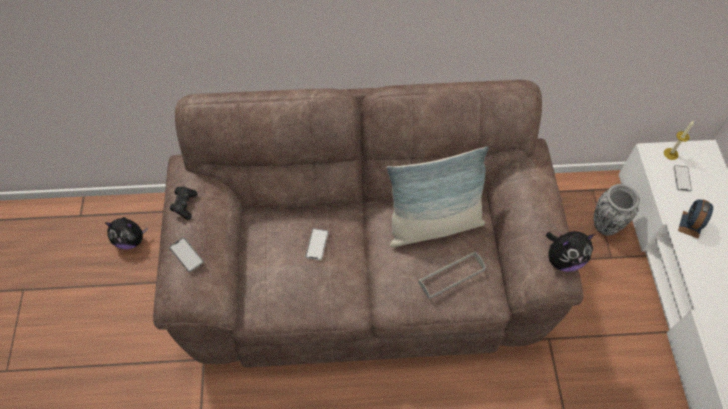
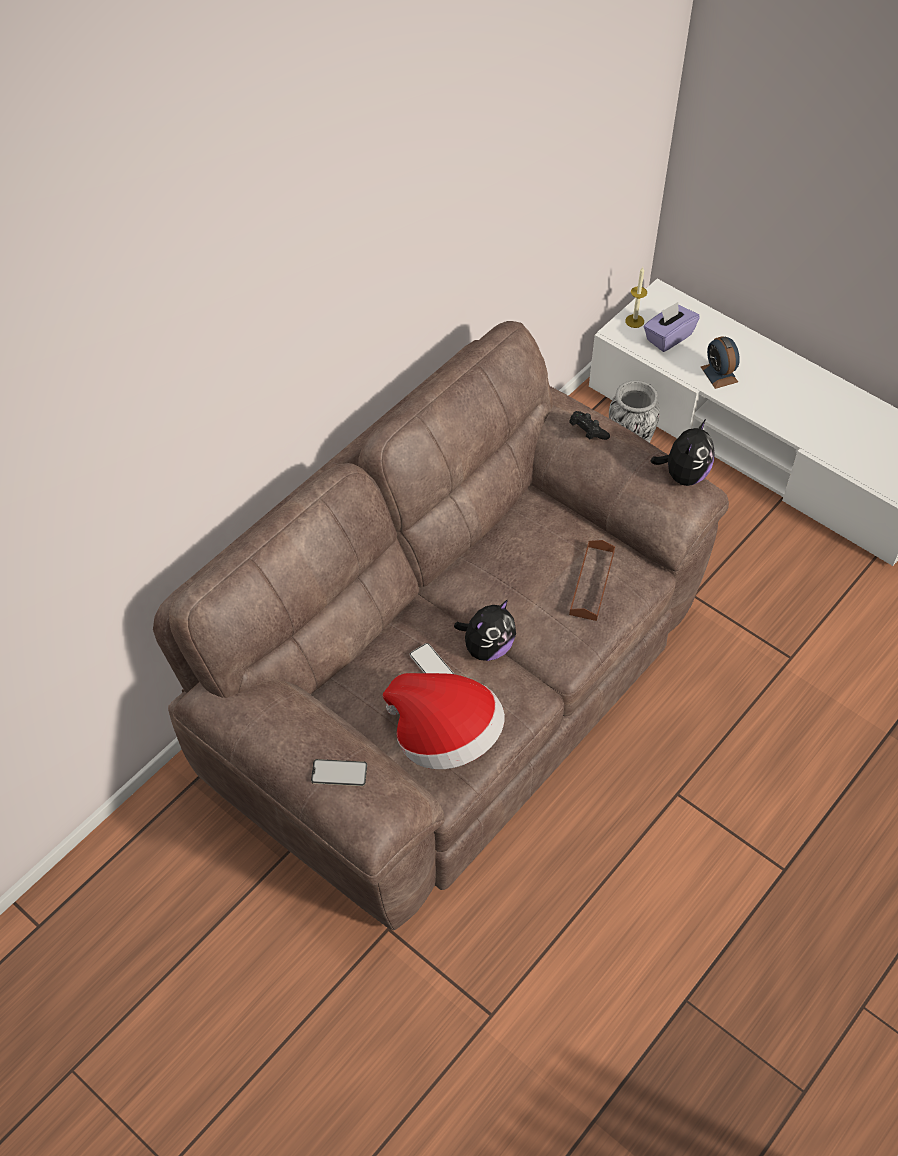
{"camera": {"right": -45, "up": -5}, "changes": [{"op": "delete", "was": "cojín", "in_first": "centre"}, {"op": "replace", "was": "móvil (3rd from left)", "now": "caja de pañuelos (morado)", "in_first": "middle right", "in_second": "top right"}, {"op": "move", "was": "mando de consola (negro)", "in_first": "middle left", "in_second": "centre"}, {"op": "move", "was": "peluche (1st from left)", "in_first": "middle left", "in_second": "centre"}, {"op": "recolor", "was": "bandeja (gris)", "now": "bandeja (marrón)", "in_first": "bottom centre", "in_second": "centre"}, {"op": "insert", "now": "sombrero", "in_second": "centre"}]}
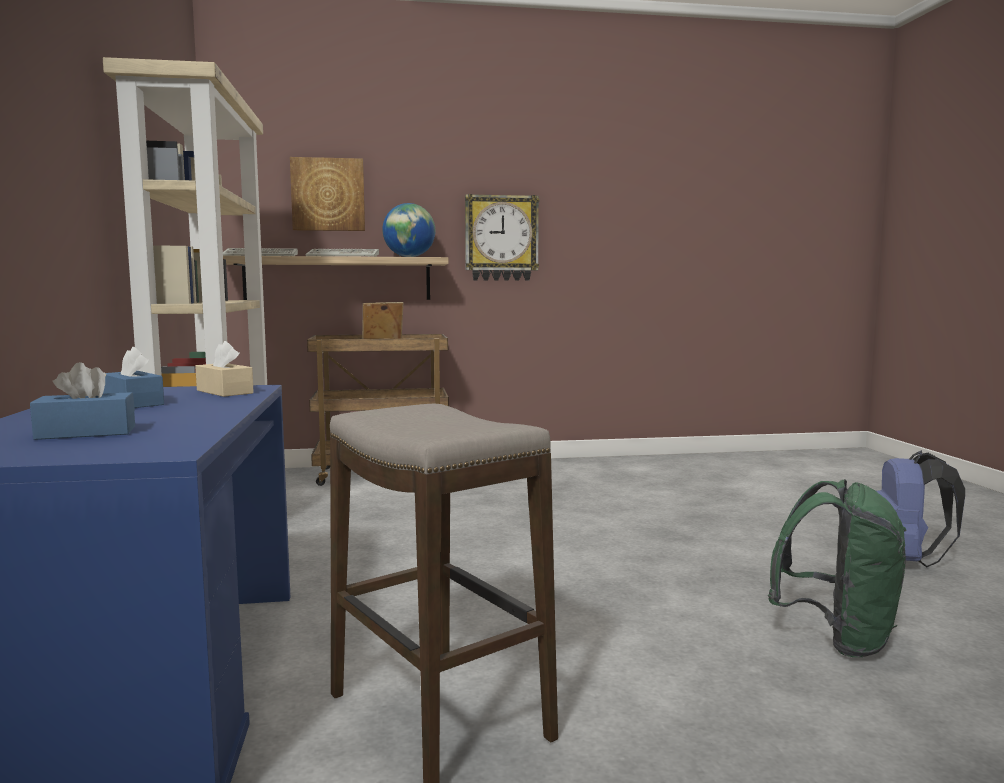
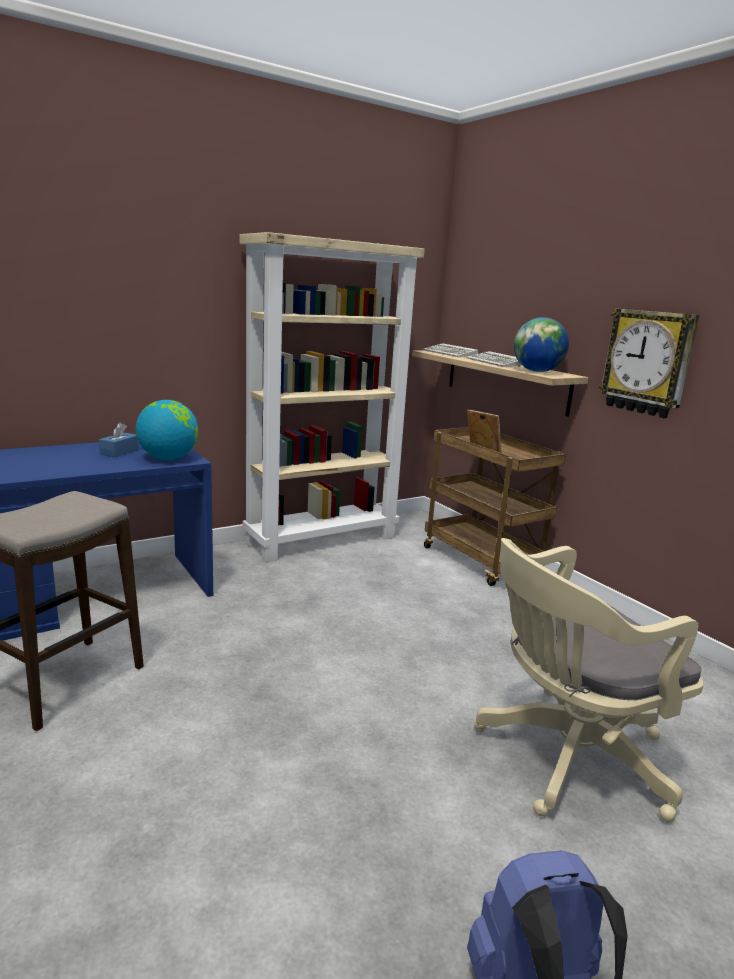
{"camera": {"right": 65, "up": 10}, "changes": [{"op": "delete", "was": "cuadro", "in_first": "top left"}, {"op": "replace", "was": "caja de pañuelos (beis)", "now": "globo terráqueo (1st from left)", "in_first": "middle left", "in_second": "middle left"}, {"op": "delete", "was": "caja de pañuelos (azul) (1st from left)", "in_first": "middle left"}, {"op": "delete", "was": "mochila (verde)", "in_first": "bottom right"}, {"op": "insert", "now": "silla de oficina (beis)", "in_second": "bottom right"}]}
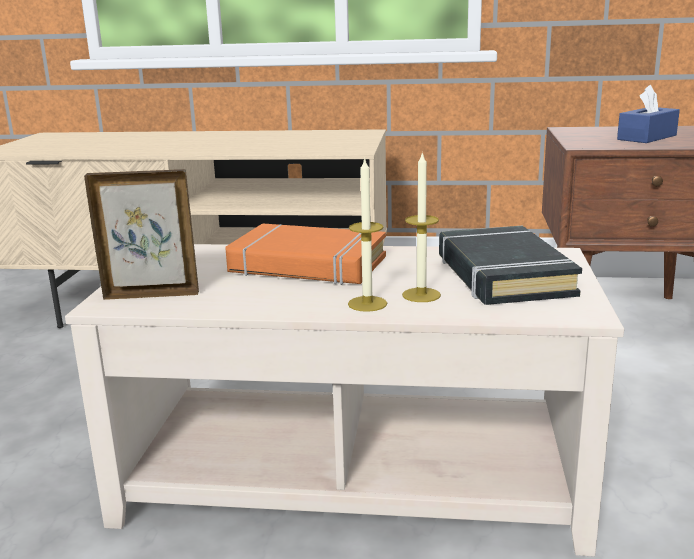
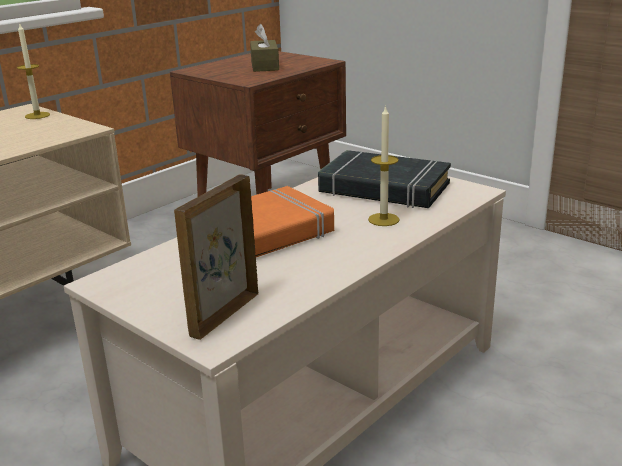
{"camera": {"right": -55, "up": 5}, "changes": [{"op": "recolor", "was": "caja de pañuelos (azul)", "now": "caja de pañuelos (marrón)", "in_first": "top right", "in_second": "top centre"}, {"op": "move", "was": "vela (1st from left)", "in_first": "centre", "in_second": "top left"}]}
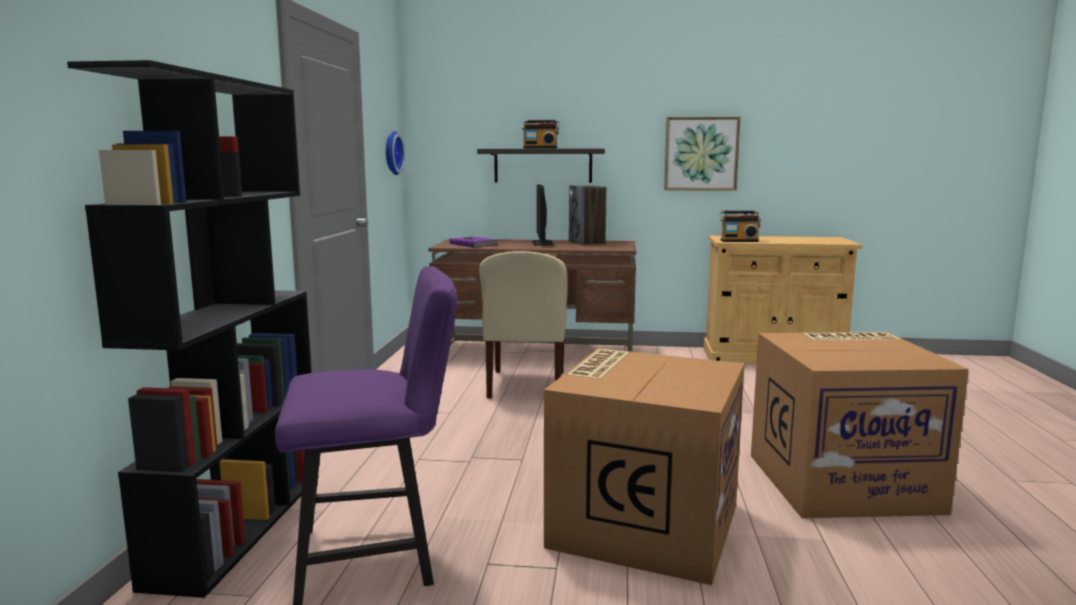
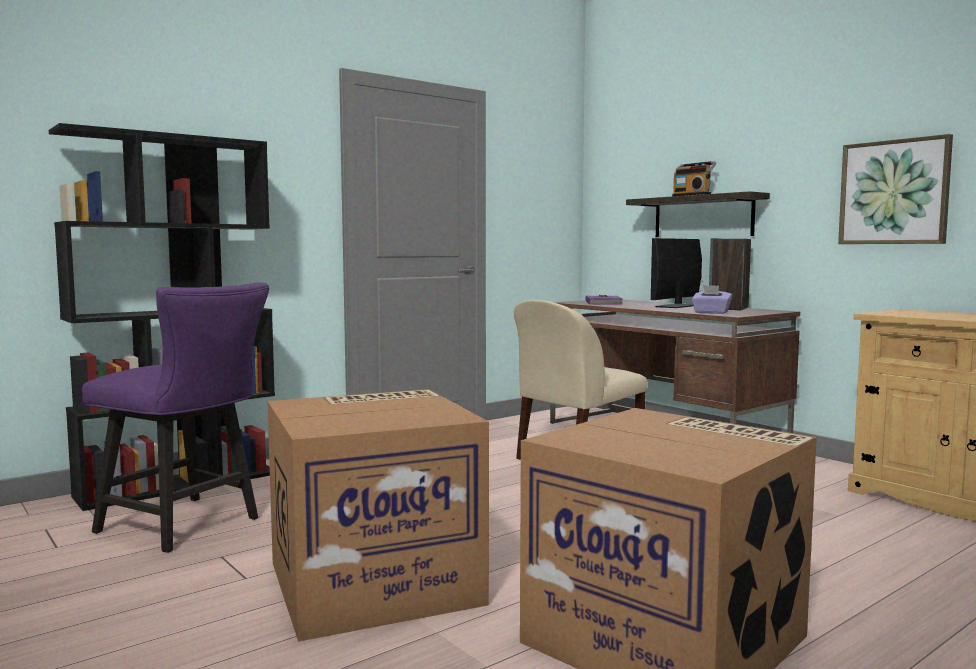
{"camera": {"right": 45, "up": -5}, "changes": [{"op": "delete", "was": "reloj de pared", "in_first": "top centre"}, {"op": "delete", "was": "radio (2nd from left)", "in_first": "middle right"}, {"op": "insert", "now": "caja de pañuelos (morado)", "in_second": "middle right"}]}
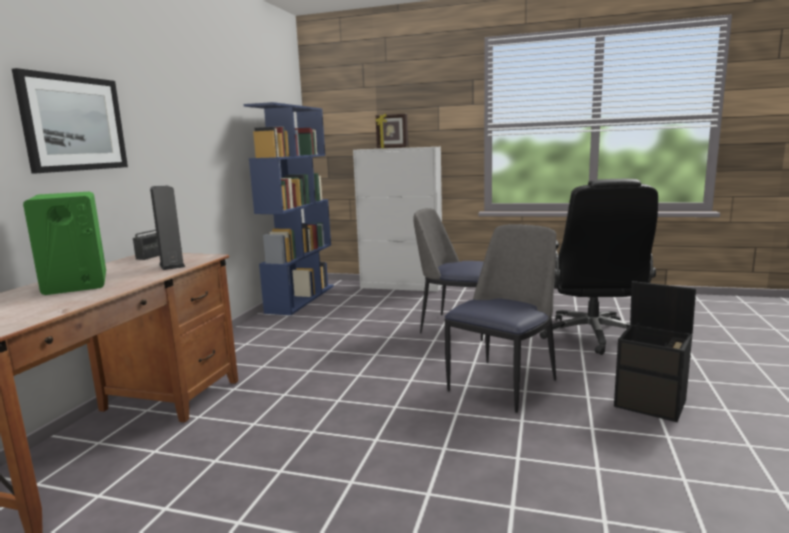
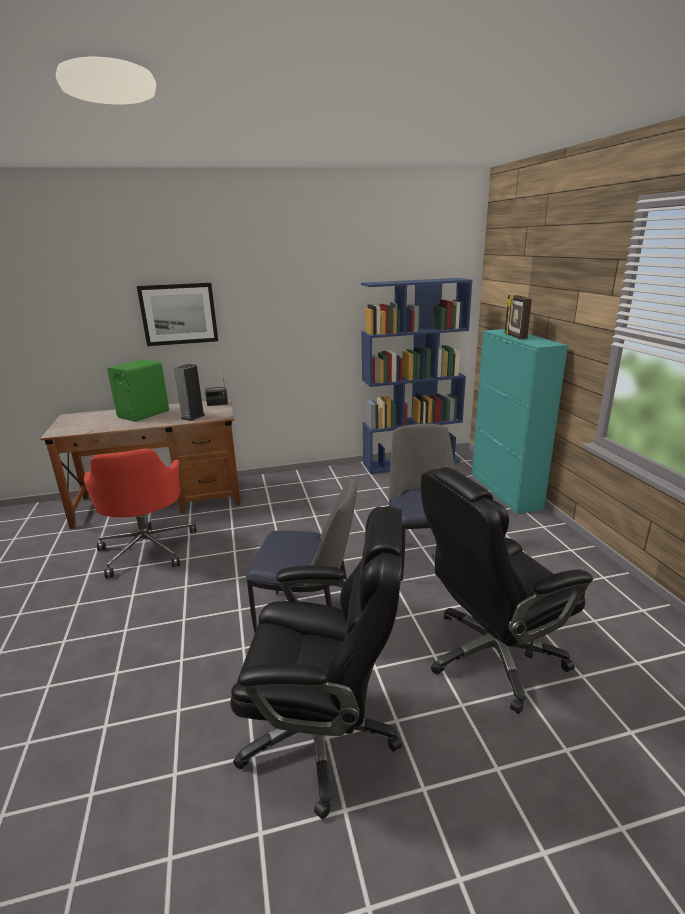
{"camera": {"right": 60, "up": 10}, "changes": [{"op": "recolor", "was": "armario (blanco)", "now": "armario (turquesa)", "in_first": "centre", "in_second": "middle right"}, {"op": "replace", "was": "caja de almacenaje (negro)", "now": "silla de oficina (negro) (1st from left)", "in_first": "middle right", "in_second": "bottom centre"}, {"op": "insert", "now": "silla de oficina (rojo)", "in_second": "middle left"}]}
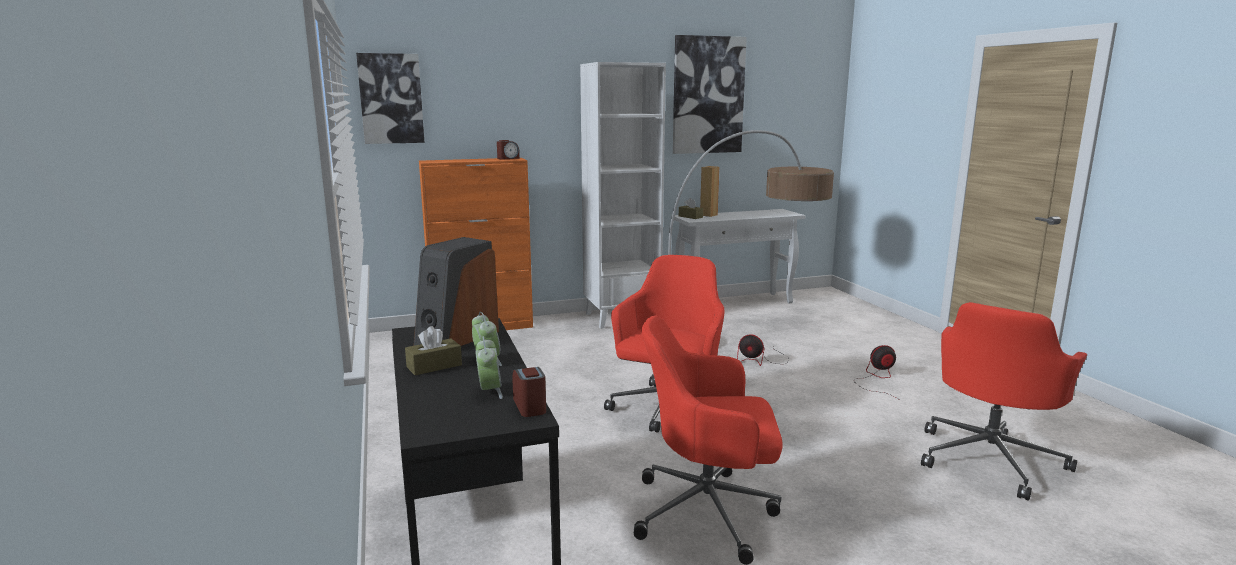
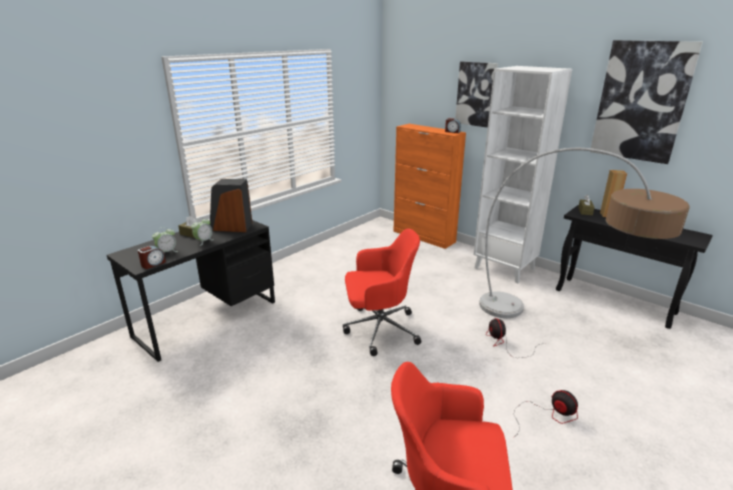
{"camera": {"right": 60, "up": 10}, "changes": [{"op": "move", "was": "cuadro (1st from left)", "in_first": "top left", "in_second": "top centre"}, {"op": "recolor", "was": "mesa consola (blanco)", "now": "mesa consola (negro)", "in_first": "centre", "in_second": "middle right"}, {"op": "delete", "was": "silla de oficina (rojo) (2nd from left)", "in_first": "bottom centre"}]}
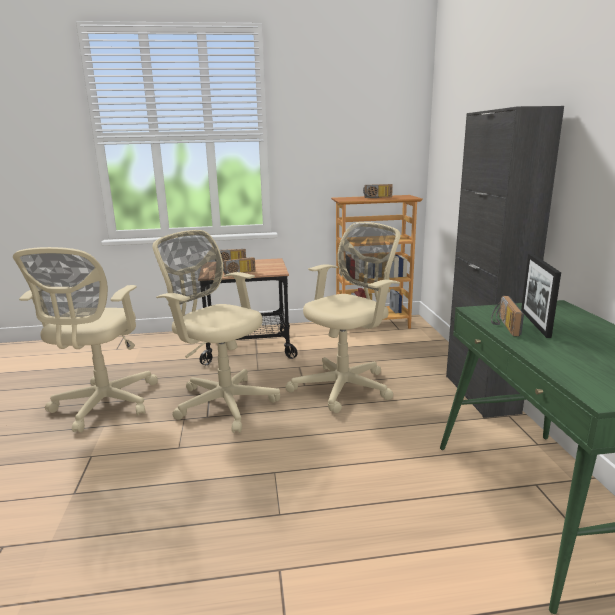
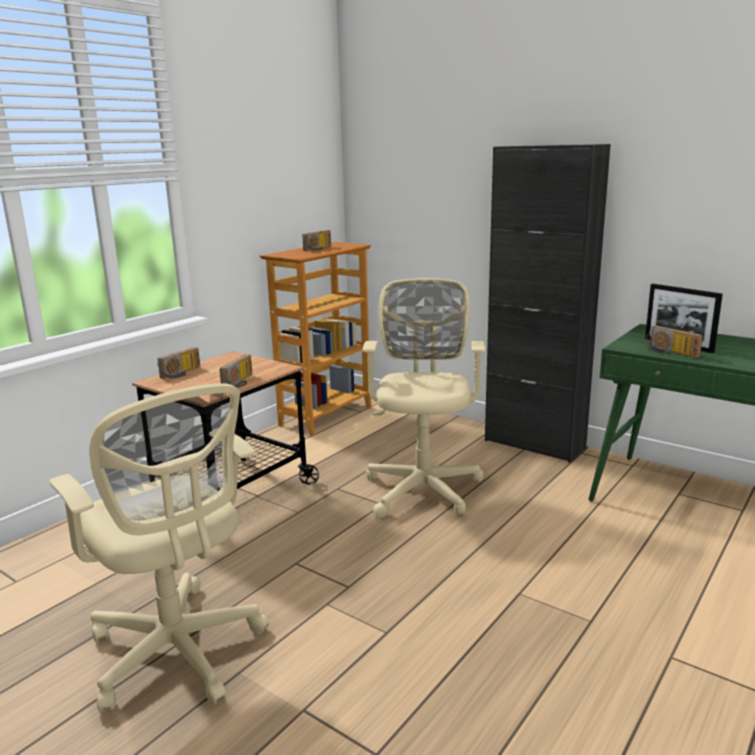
{"camera": {"right": -45, "up": 0}, "changes": [{"op": "delete", "was": "silla de oficina (beis) (2nd from left)", "in_first": "centre"}]}
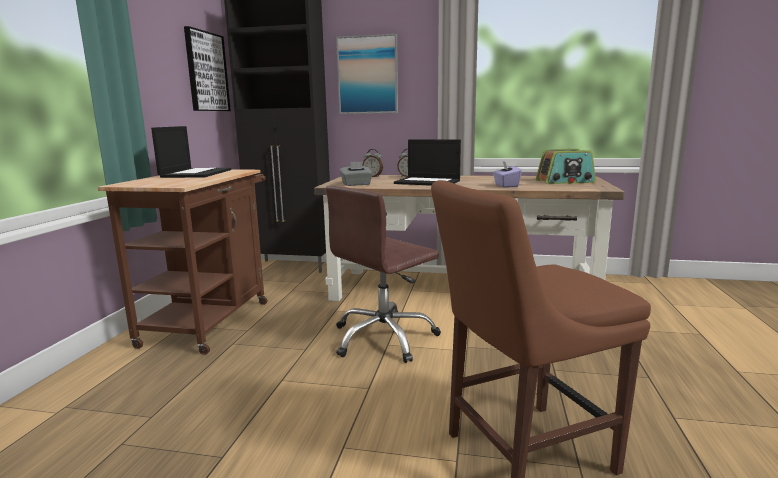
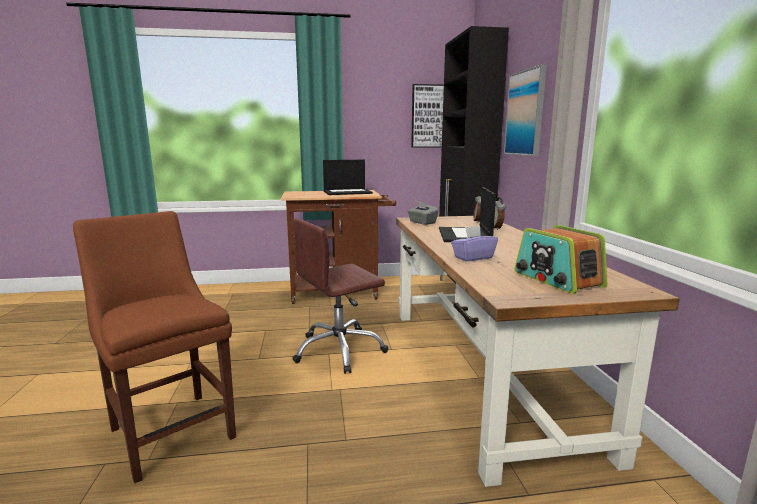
{"camera": {"right": 70, "up": 0}, "changes": [{"op": "rotate", "was": "silla de oficina (marrón)", "in_first": "centre", "in_second": "centre", "clockwise": -60}]}
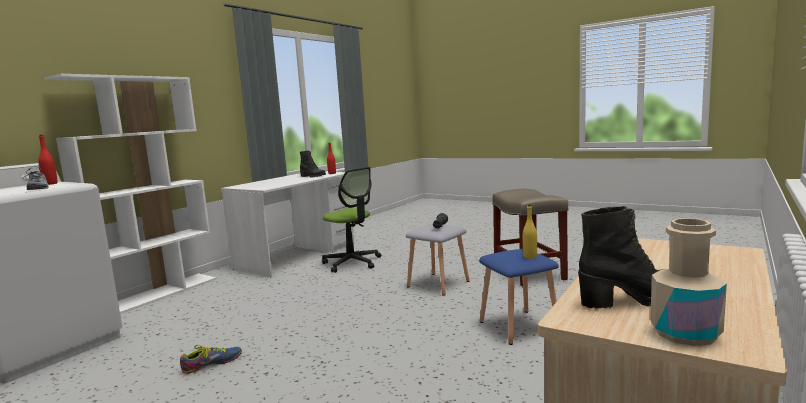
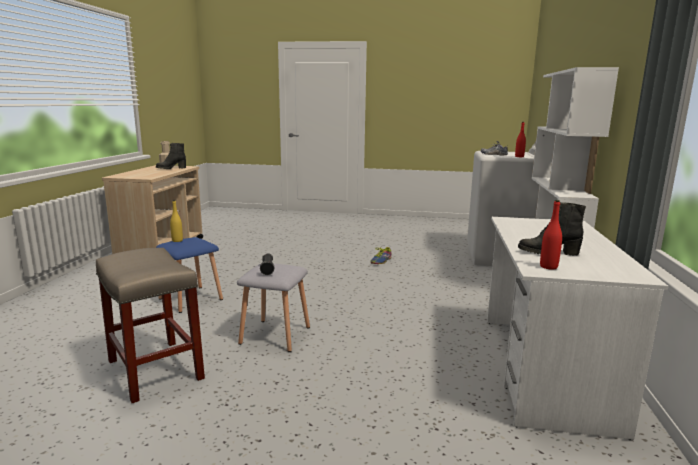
{"camera": {"right": 155, "up": 5}, "changes": [{"op": "delete", "was": "silla de oficina", "in_first": "centre"}]}
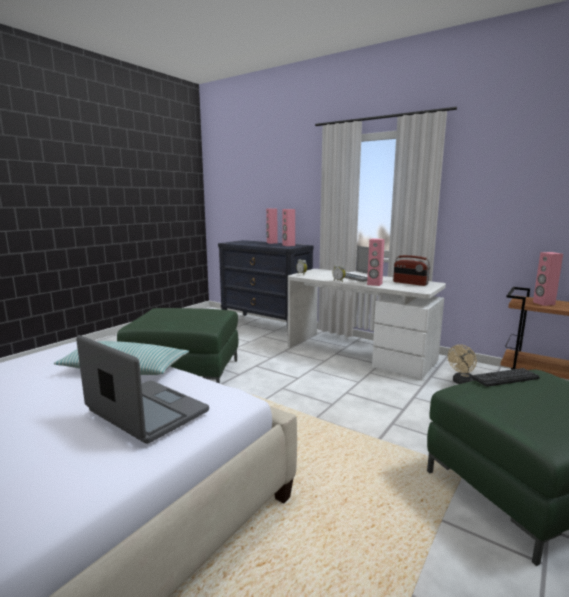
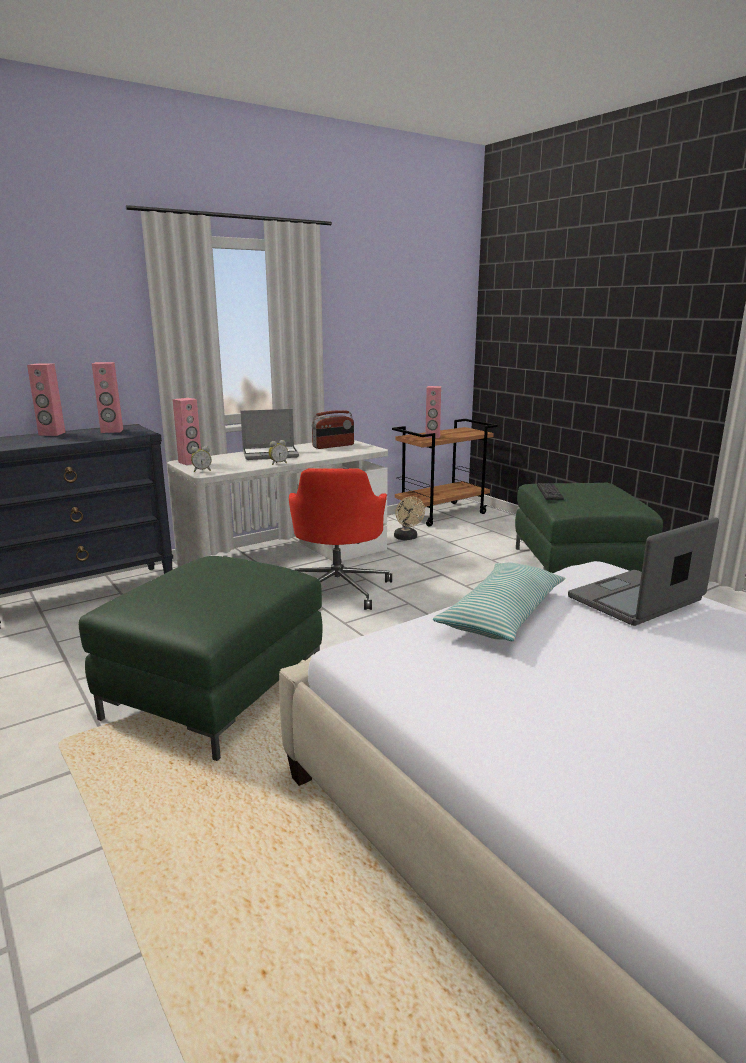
{"camera": {"right": -70, "up": 5}, "changes": [{"op": "move", "was": "altavoz (rosa) (3rd from left)", "in_first": "centre", "in_second": "middle left"}, {"op": "insert", "now": "silla de oficina (rojo)", "in_second": "centre"}]}
